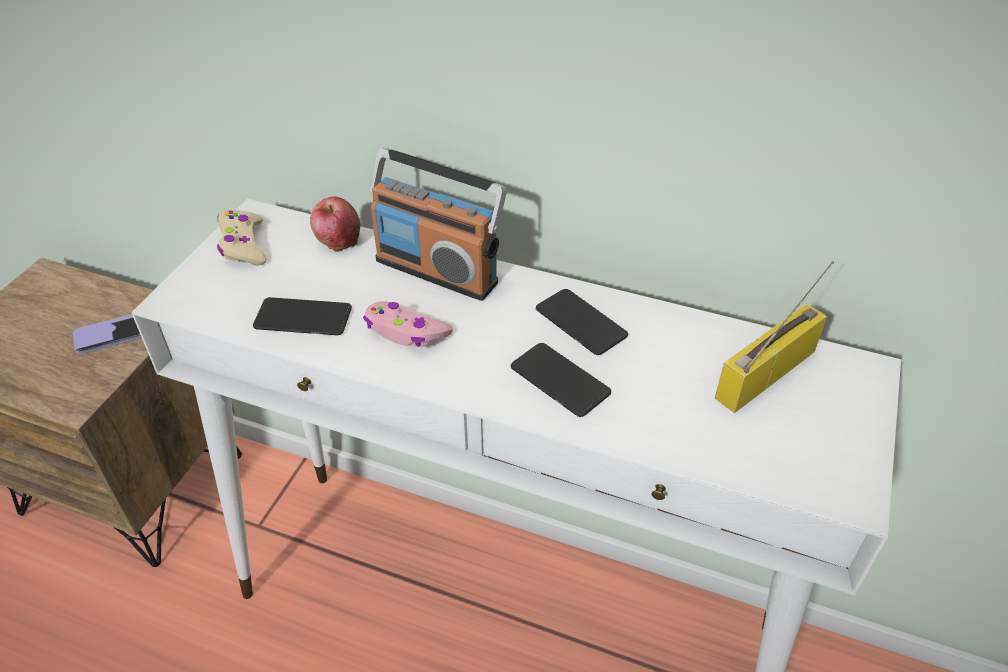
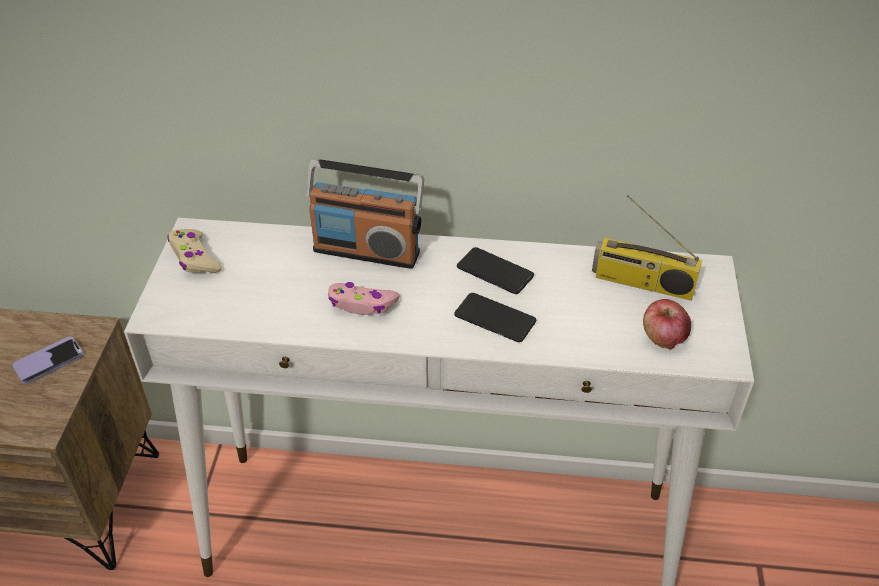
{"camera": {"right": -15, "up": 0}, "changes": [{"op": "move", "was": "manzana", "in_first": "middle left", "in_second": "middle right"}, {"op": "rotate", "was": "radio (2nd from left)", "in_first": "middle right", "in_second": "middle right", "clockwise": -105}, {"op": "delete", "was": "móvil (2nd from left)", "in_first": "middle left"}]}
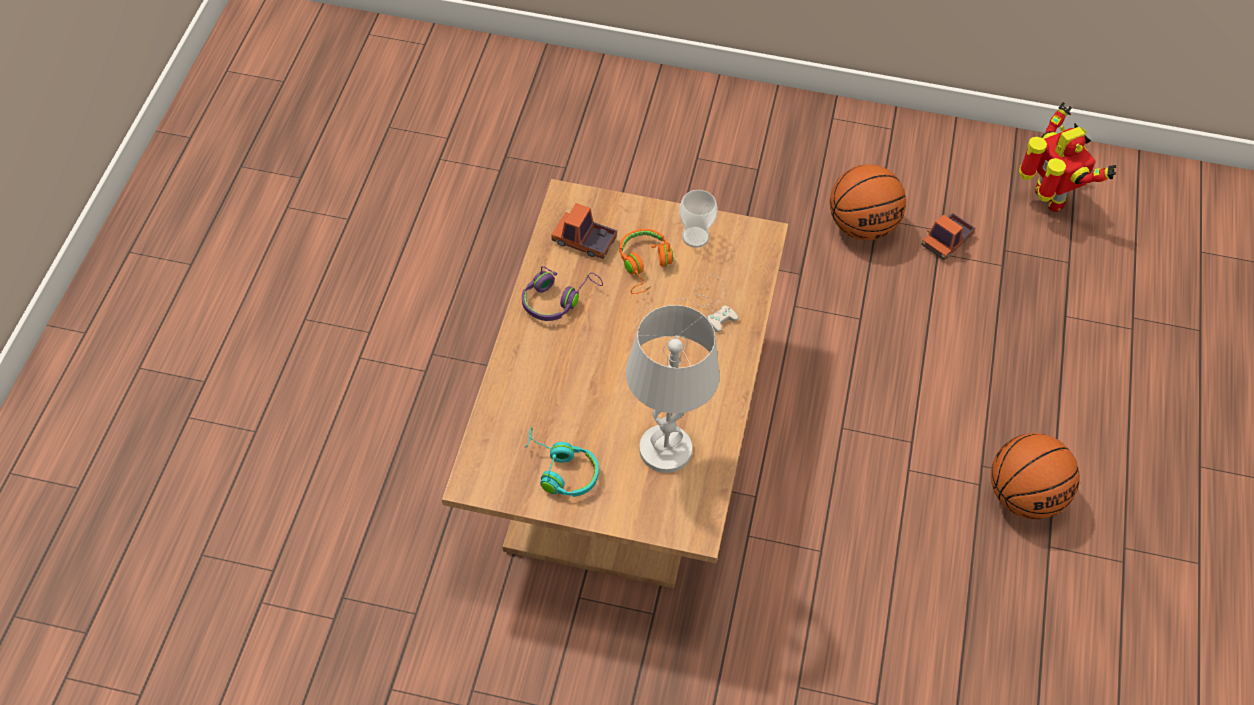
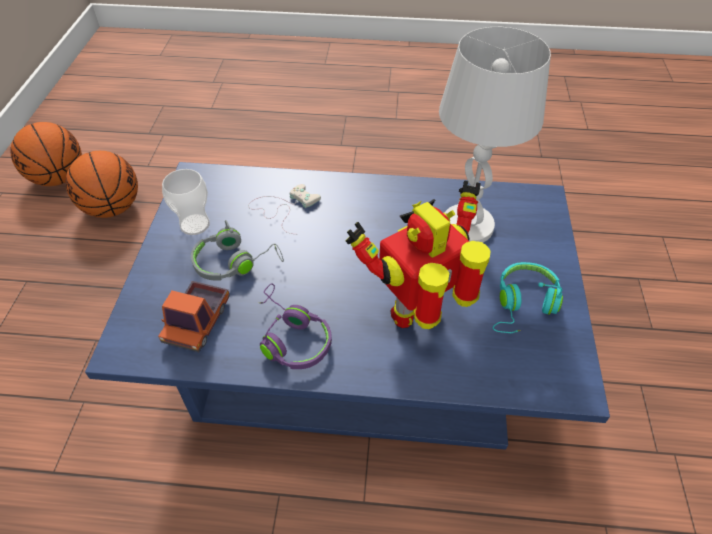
{"camera": {"right": -95, "up": -5}, "changes": [{"op": "move", "was": "robot de juguete", "in_first": "top right", "in_second": "centre"}, {"op": "recolor", "was": "mesa de centro (marrón)", "now": "mesa de centro (azul)", "in_first": "centre", "in_second": "centre"}, {"op": "delete", "was": "camión de juguete (2nd from left)", "in_first": "middle right"}, {"op": "recolor", "was": "auriculares (naranja)", "now": "auriculares (gris)", "in_first": "centre", "in_second": "middle left"}, {"op": "move", "was": "balón de baloncesto (2nd from left in the first image)", "now": "balón de baloncesto (1st from left)", "in_first": "bottom right", "in_second": "top left"}]}
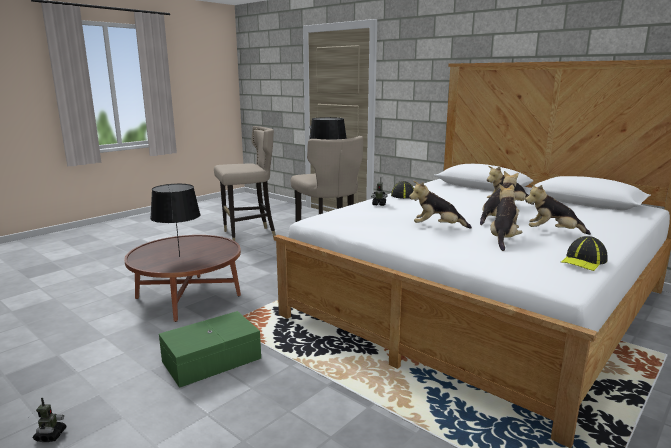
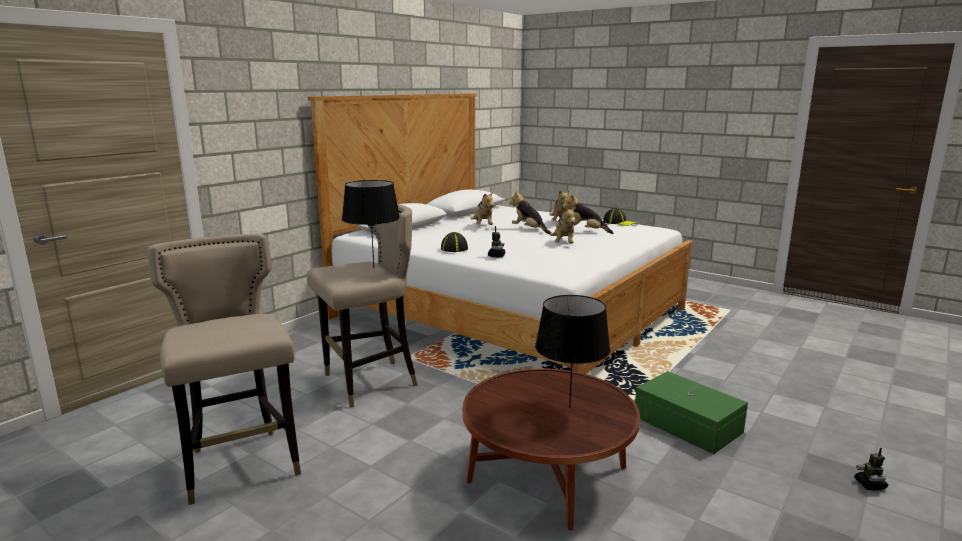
{"camera": {"right": -95, "up": 0}, "changes": [{"op": "rotate", "was": "robot de juguete (1st from left in the first image)", "in_first": "bottom left", "in_second": "bottom right", "clockwise": -90}]}
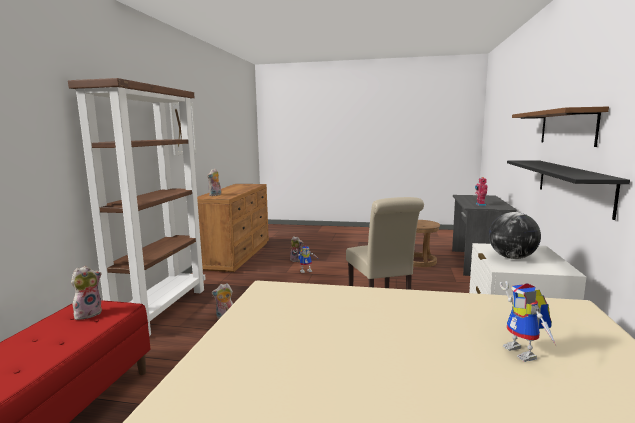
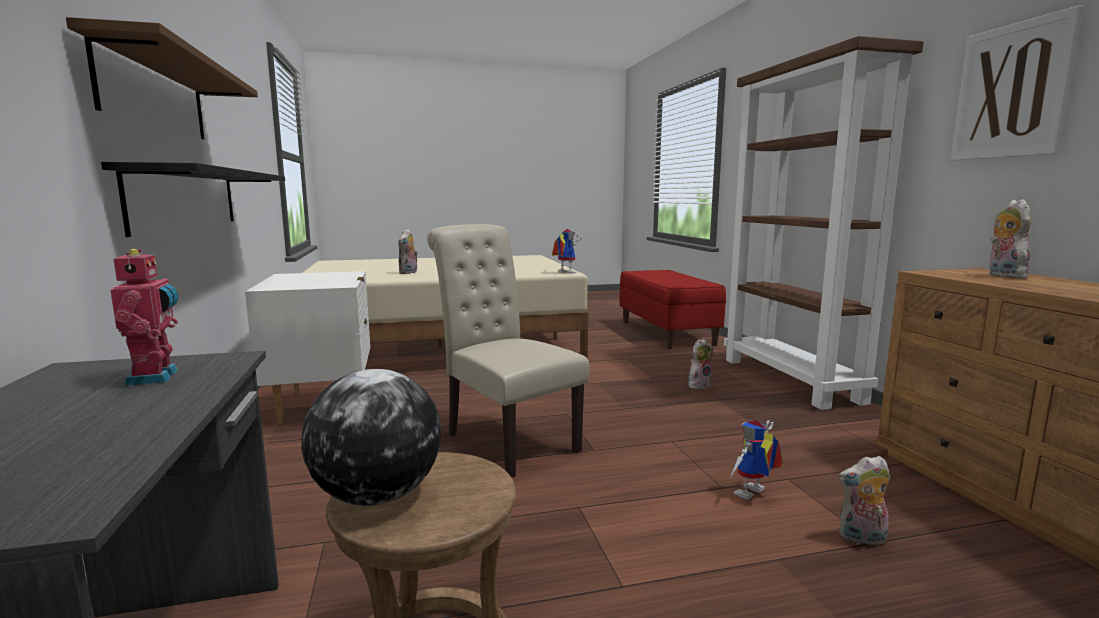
{"camera": {"right": 155, "up": 0}, "changes": [{"op": "move", "was": "globo terráqueo", "in_first": "middle right", "in_second": "bottom centre"}, {"op": "move", "was": "peluche (1st from left)", "in_first": "bottom left", "in_second": "centre"}, {"op": "move", "was": "robot de juguete (3rd from left in the first image)", "now": "robot de juguete (2nd from left)", "in_first": "bottom right", "in_second": "centre"}]}
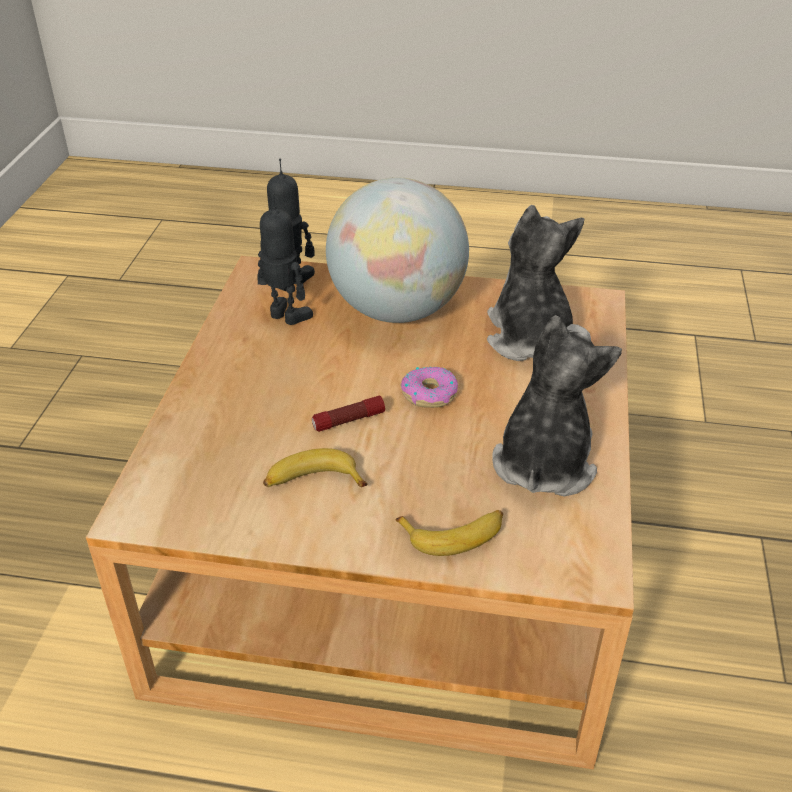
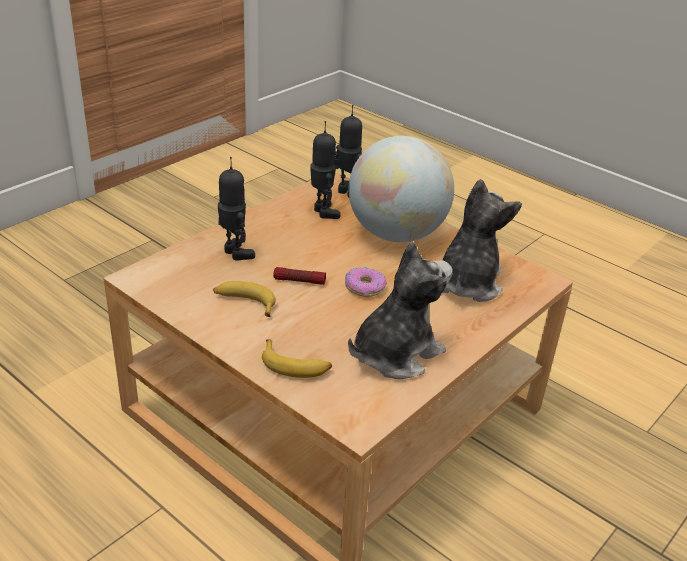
{"camera": {"right": 30, "up": -5}, "changes": [{"op": "insert", "now": "robot de juguete (1st from left)", "in_second": "centre"}]}
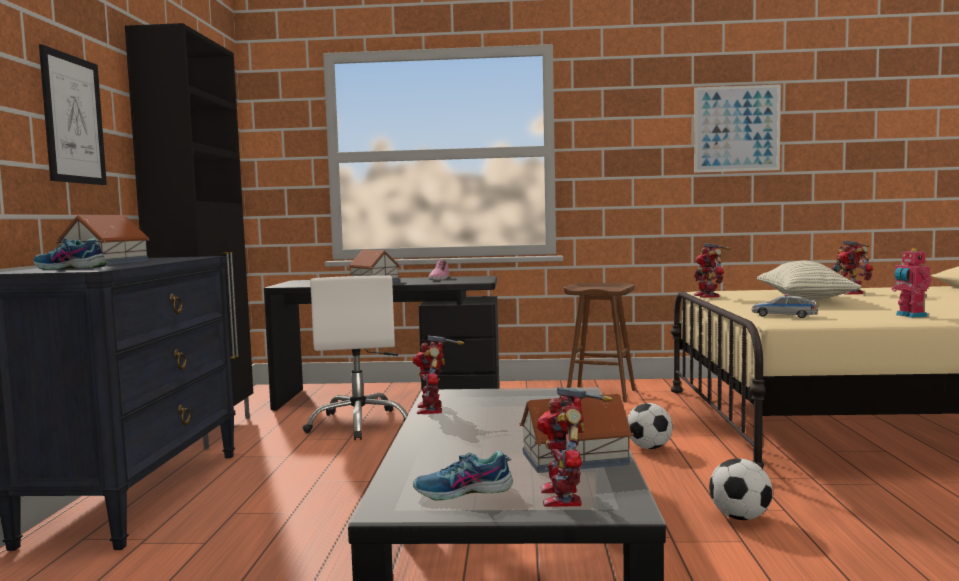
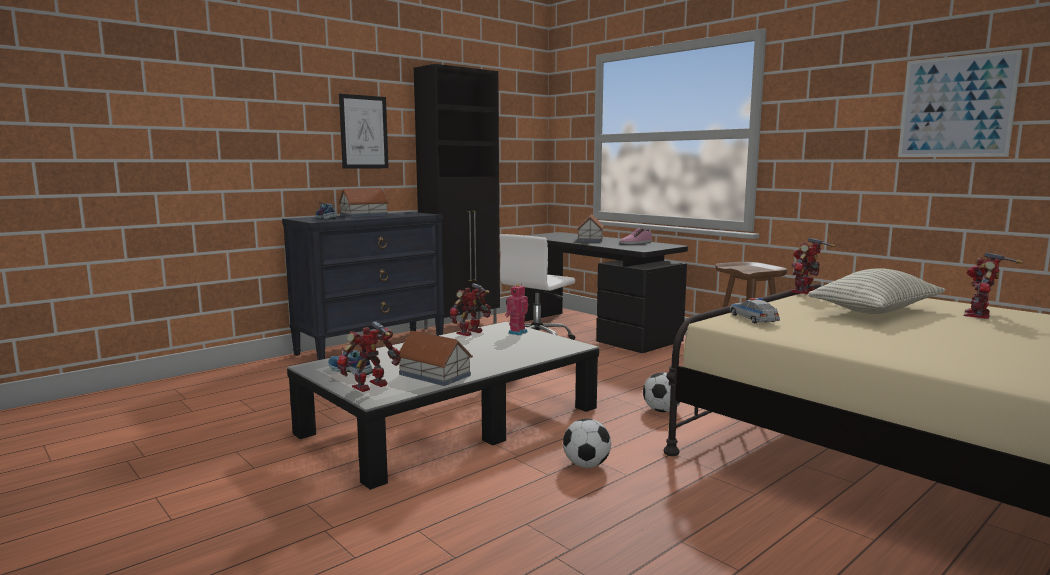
{"camera": {"right": 45, "up": 5}, "changes": [{"op": "move", "was": "robot de juguete (5th from left in the first image)", "now": "robot de juguete (3rd from left)", "in_first": "middle right", "in_second": "centre"}]}
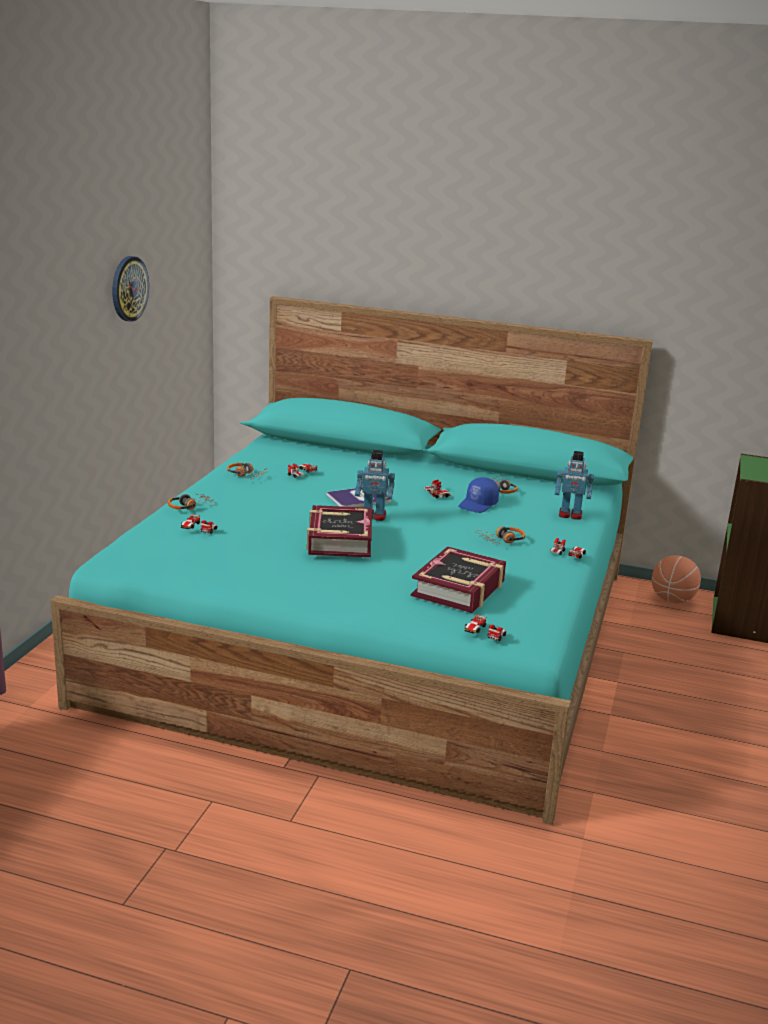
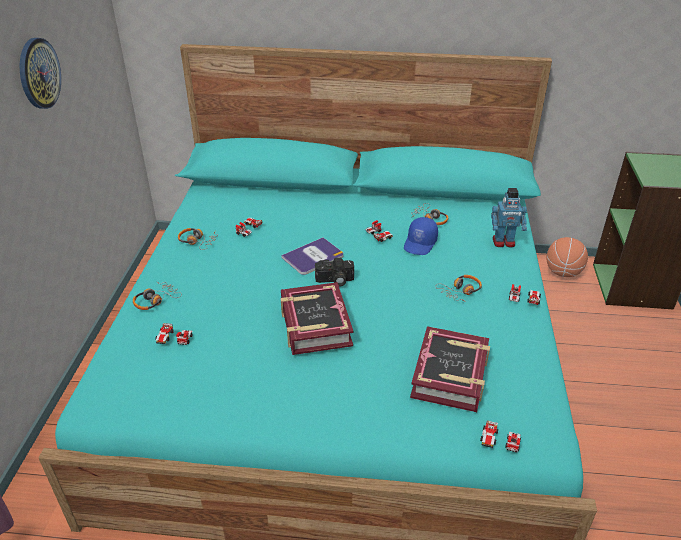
{"camera": {"right": -10, "up": 15}, "changes": [{"op": "replace", "was": "robot de juguete (1st from left)", "now": "cámara", "in_first": "centre", "in_second": "centre"}]}
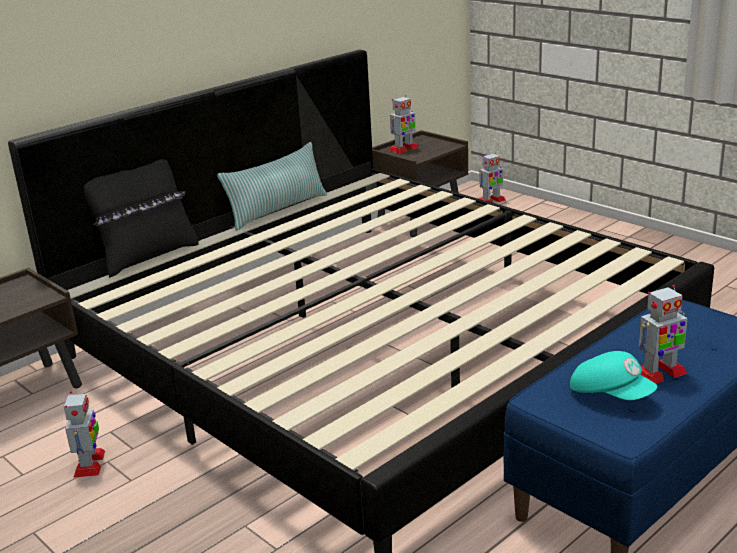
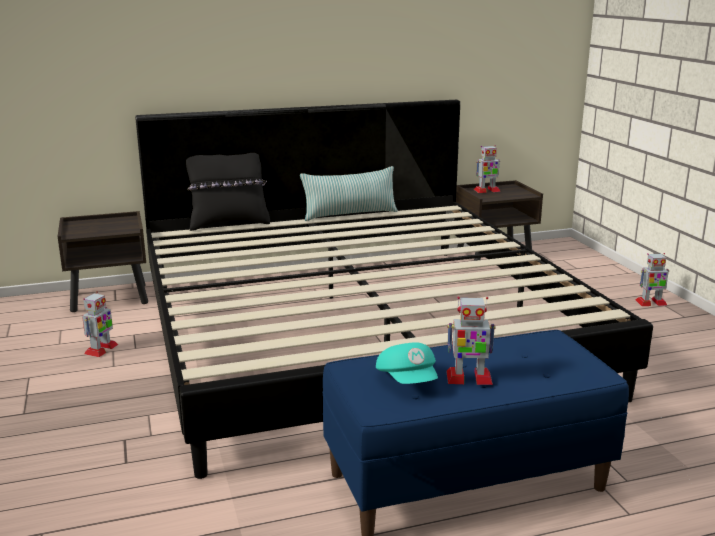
{"camera": {"right": 25, "up": -5}, "changes": [{"op": "move", "was": "robot de juguete (3rd from left in the first image)", "now": "robot de juguete (4th from left)", "in_first": "top right", "in_second": "middle right"}]}
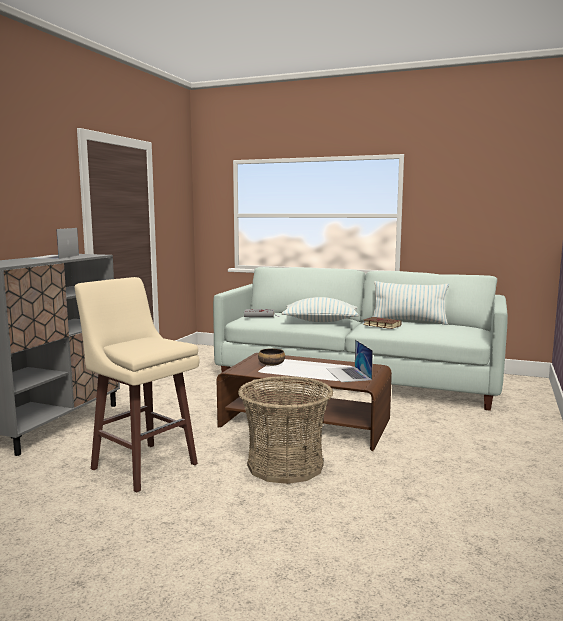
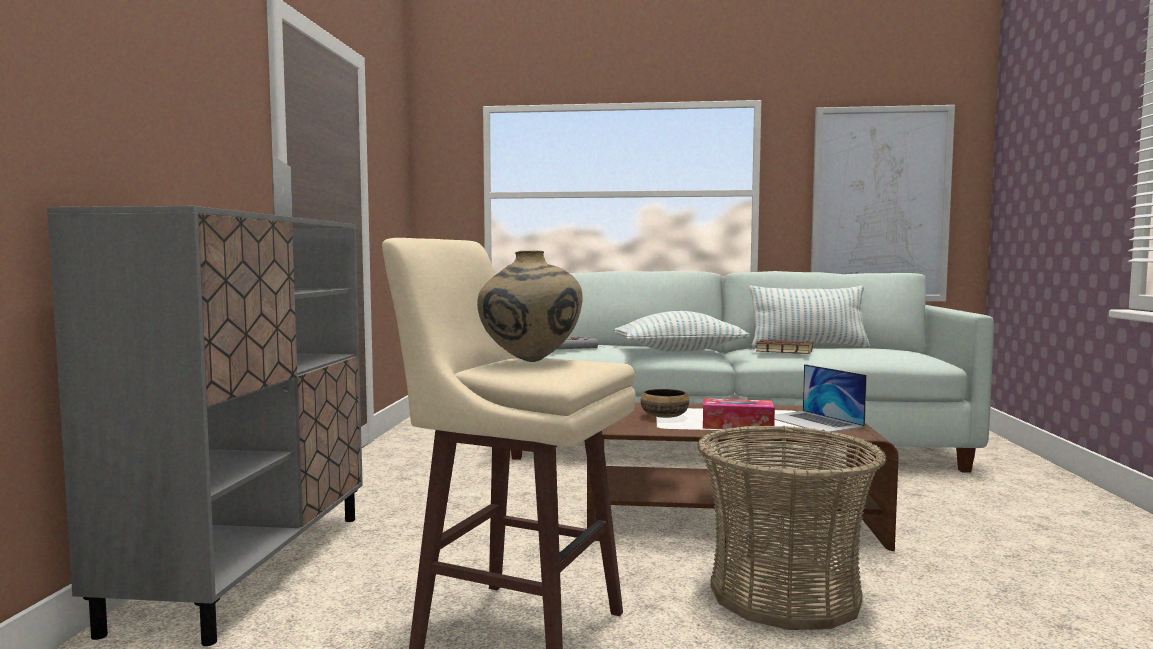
{"camera": {"right": -15, "up": -5}, "changes": [{"op": "insert", "now": "cuadro", "in_second": "top right"}, {"op": "insert", "now": "florero (beis)", "in_second": "centre"}, {"op": "insert", "now": "caja de pañuelos", "in_second": "centre"}]}
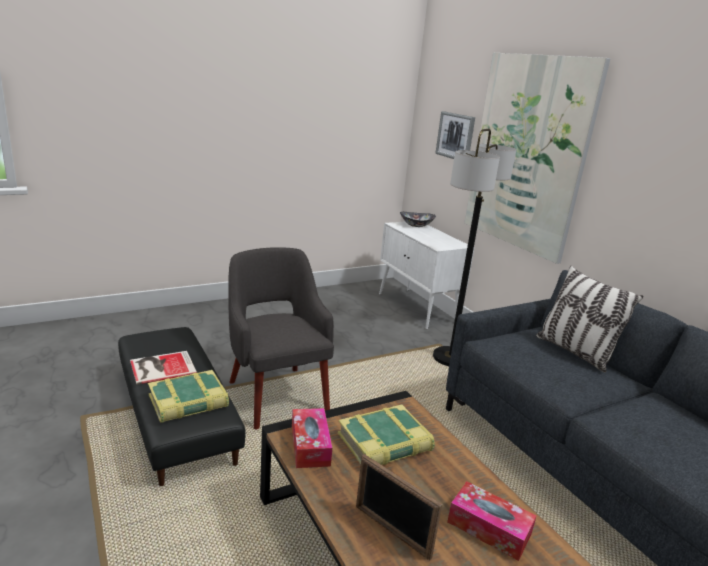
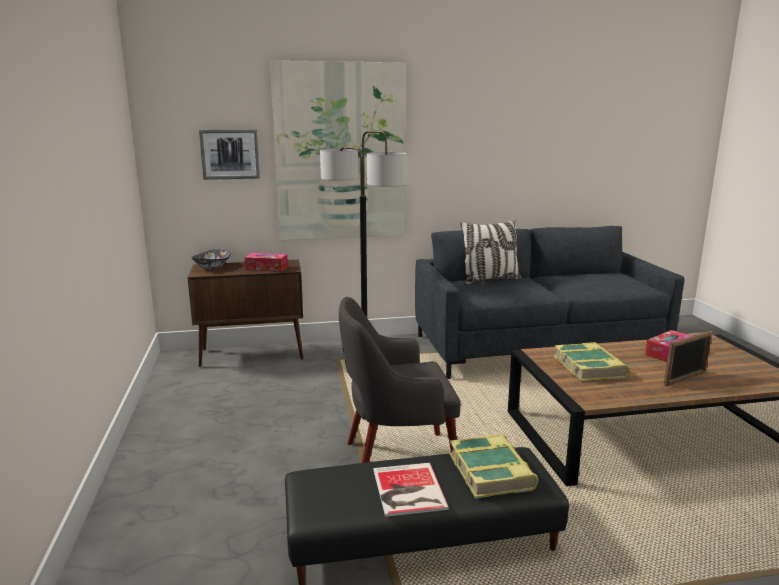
{"camera": {"right": -70, "up": -5}, "changes": [{"op": "recolor", "was": "armario (blanco)", "now": "armario (marrón)", "in_first": "centre", "in_second": "middle left"}, {"op": "move", "was": "caja de pañuelos (1st from left)", "in_first": "bottom centre", "in_second": "centre"}]}
